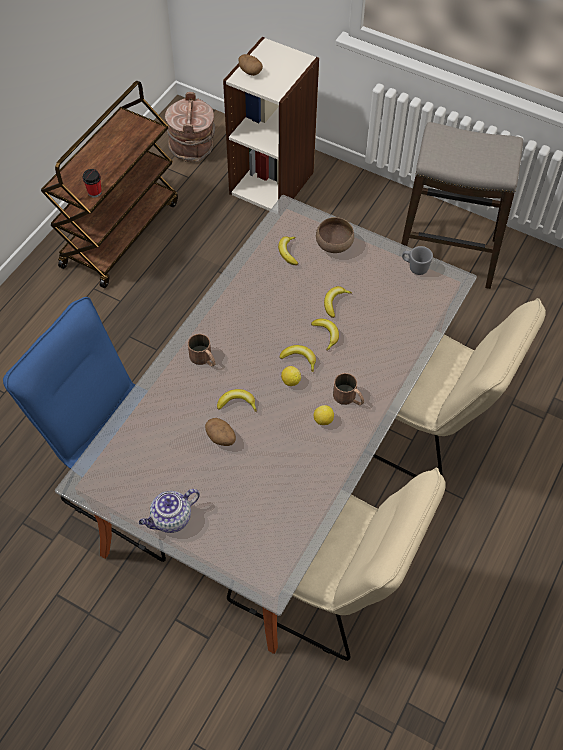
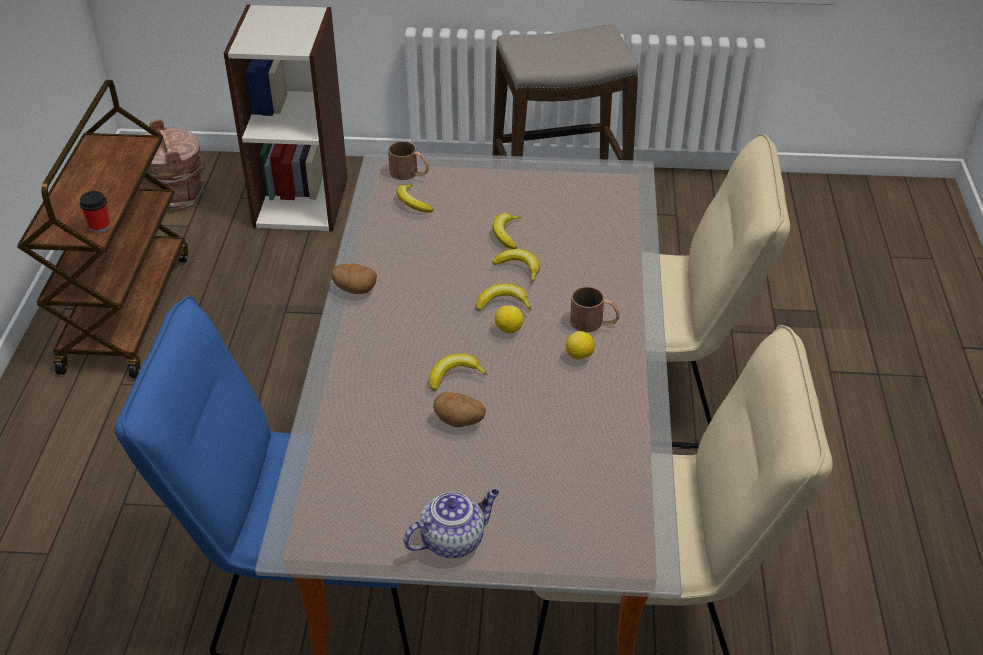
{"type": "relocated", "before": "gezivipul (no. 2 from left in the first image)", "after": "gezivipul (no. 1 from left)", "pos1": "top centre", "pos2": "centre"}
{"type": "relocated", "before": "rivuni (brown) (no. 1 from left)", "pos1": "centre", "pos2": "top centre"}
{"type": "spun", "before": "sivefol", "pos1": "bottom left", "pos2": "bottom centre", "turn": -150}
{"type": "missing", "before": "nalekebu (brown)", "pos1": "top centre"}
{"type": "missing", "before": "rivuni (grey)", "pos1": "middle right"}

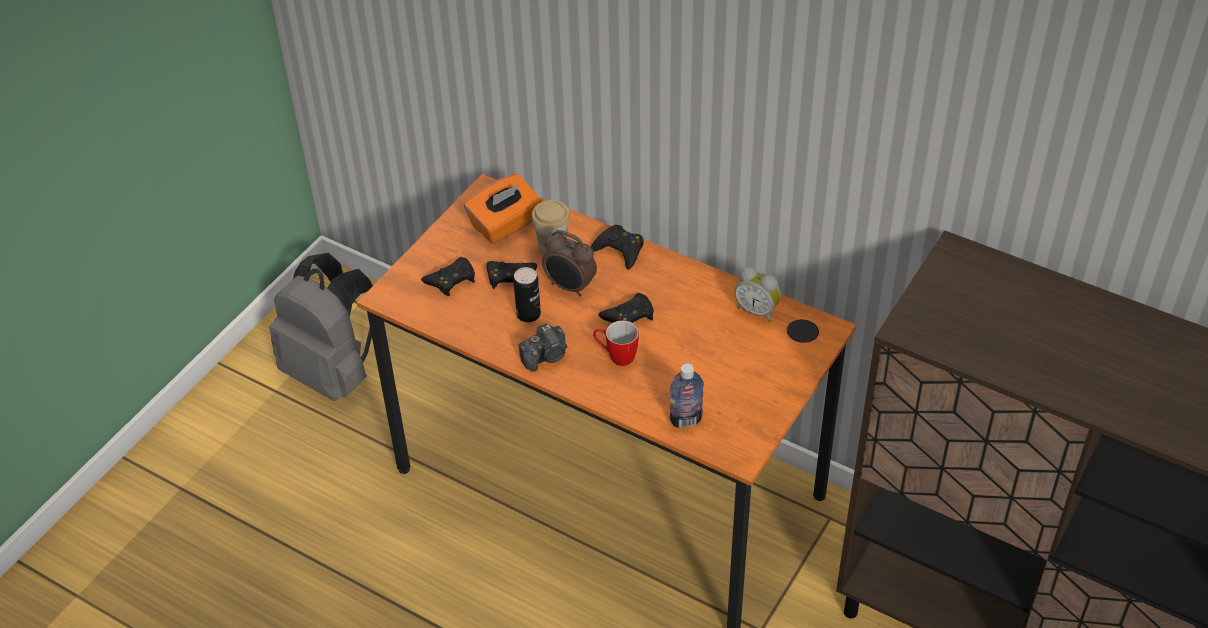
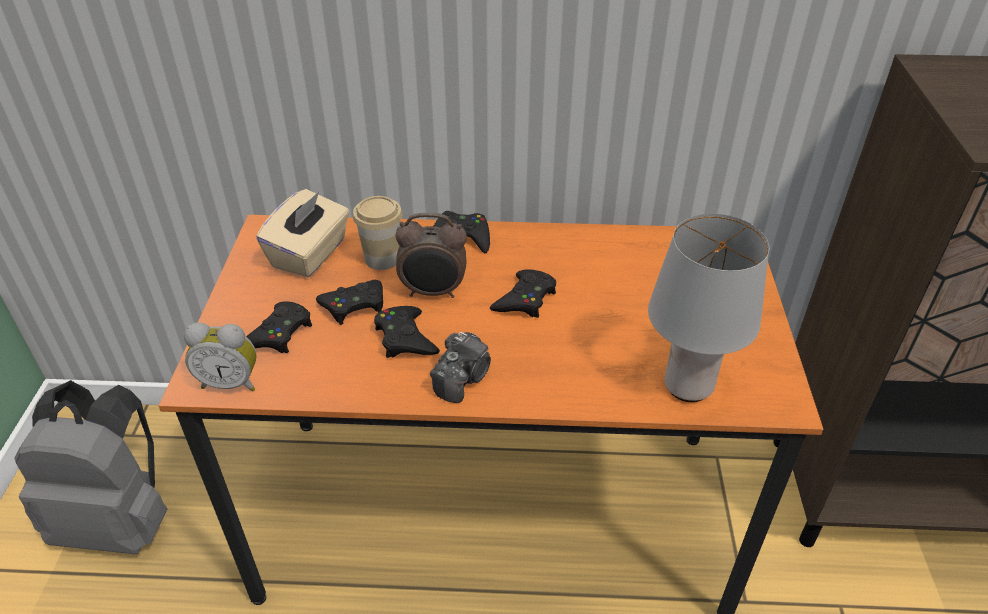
{"type": "relocated", "before": "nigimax (no. 2 from left in the first image)", "after": "nigimax (no. 1 from left)", "pos1": "centre", "pos2": "middle left"}
{"type": "colour", "before": "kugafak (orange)", "after": "kugafak (beige)", "pos1": "top centre", "pos2": "middle left"}
{"type": "exchanged", "before": "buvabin", "after": "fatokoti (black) (no. 3 from left)", "pos1": "centre", "pos2": "centre"}
{"type": "exchanged", "before": "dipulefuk", "after": "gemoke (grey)", "pos1": "centre", "pos2": "middle right"}
{"type": "missing", "before": "rivuni", "pos1": "centre"}

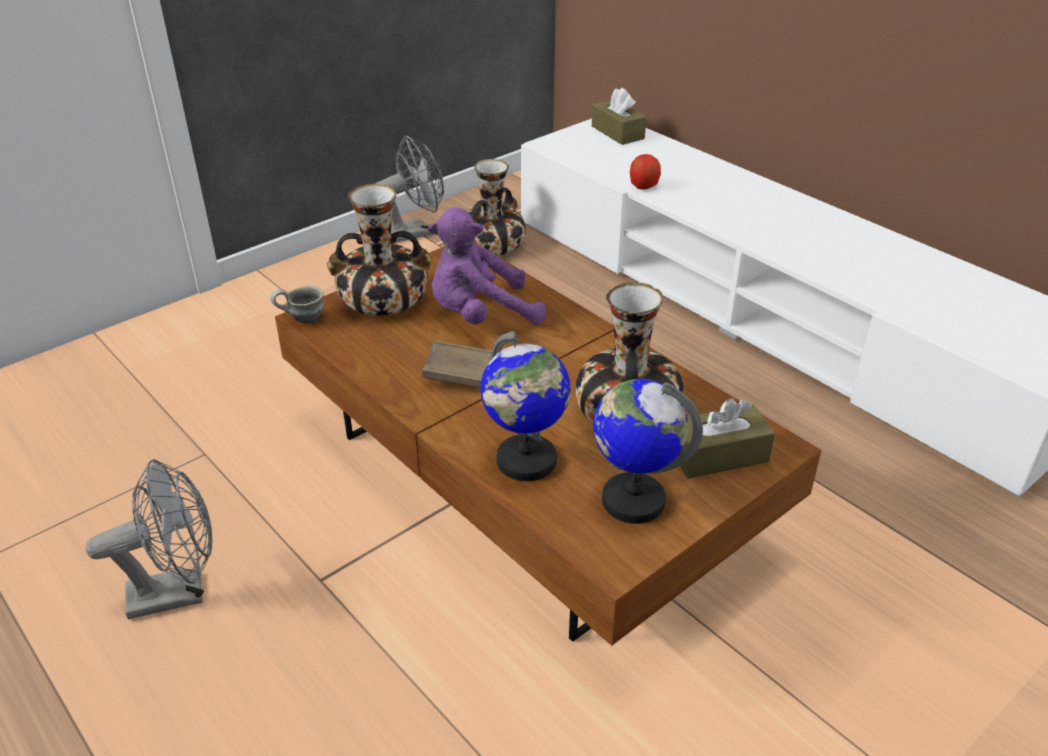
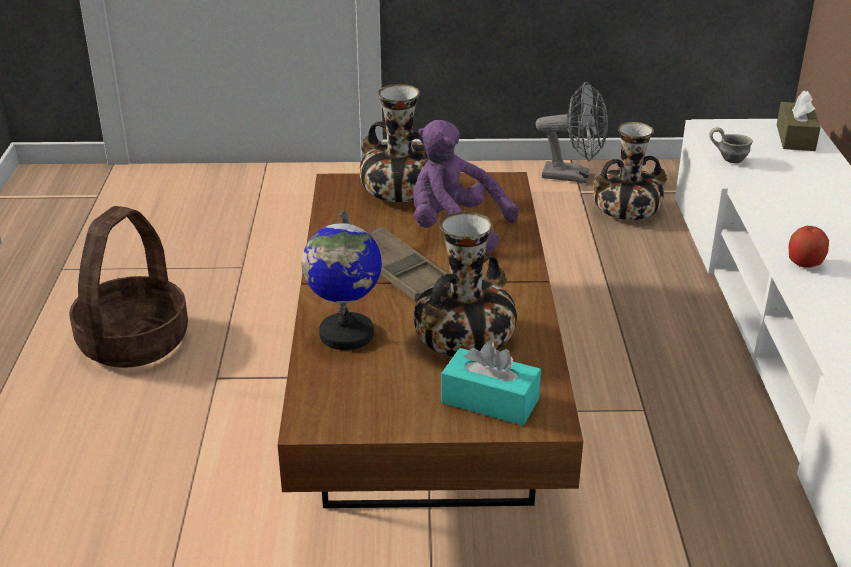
{"type": "exchanged", "before": "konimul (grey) (no. 1 from left)", "after": "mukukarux", "pos1": "bottom left", "pos2": "middle left"}
{"type": "colour", "before": "kugafak (brown) (no. 2 from left)", "after": "kugafak (turquoise)", "pos1": "middle right", "pos2": "bottom centre"}
{"type": "relocated", "before": "rivuni (grey)", "pos1": "middle left", "pos2": "top right"}
{"type": "relocated", "before": "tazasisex", "pos1": "top centre", "pos2": "middle right"}
{"type": "missing", "before": "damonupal (no. 2 from left)", "pos1": "centre"}

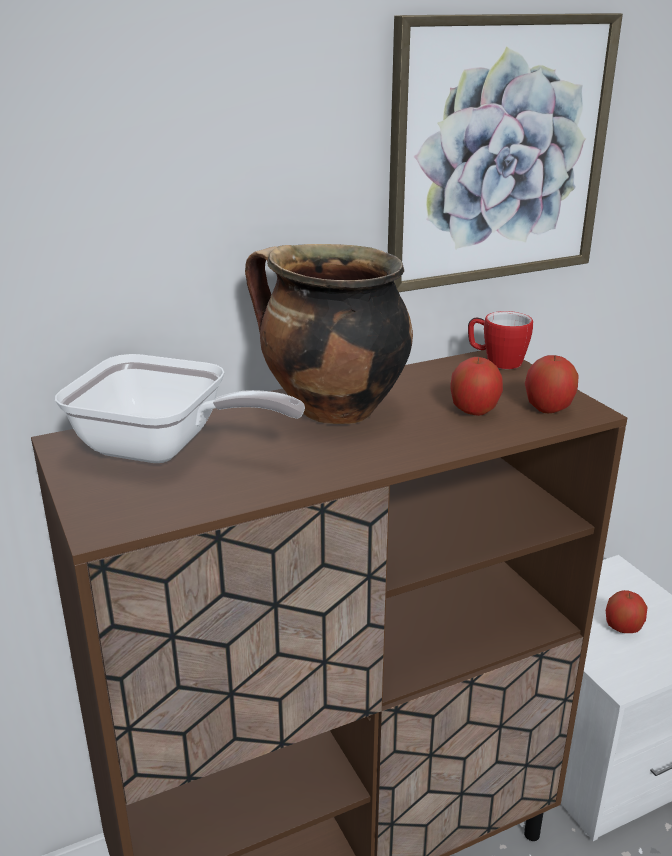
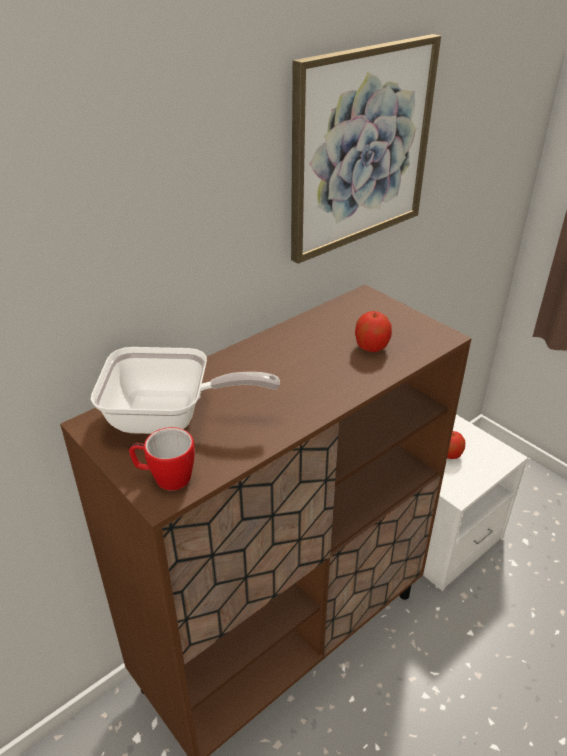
{"type": "relocated", "before": "rivuni", "pos1": "middle right", "pos2": "middle left"}
{"type": "missing", "before": "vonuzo", "pos1": "centre"}
{"type": "missing", "before": "tazasisex (no. 2 from left)", "pos1": "middle right"}

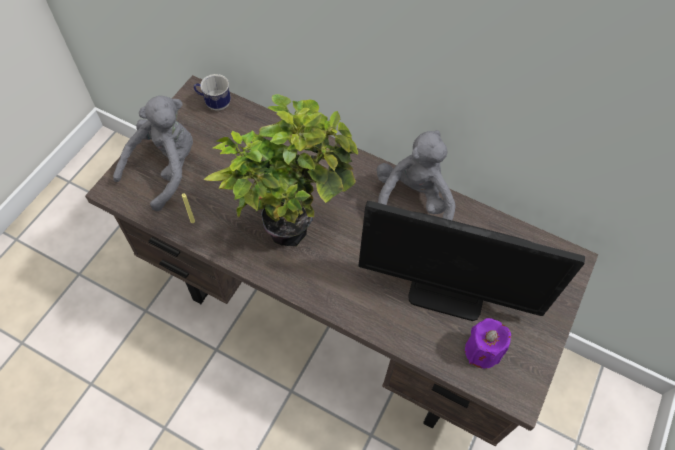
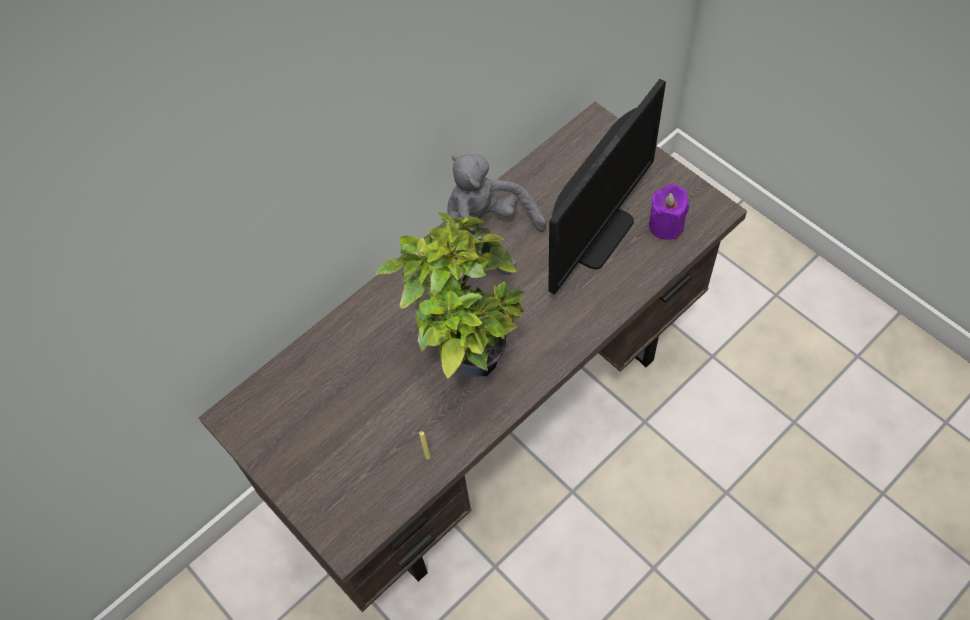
{"type": "missing", "before": "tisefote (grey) (no. 1 from left)", "pos1": "middle left"}
{"type": "missing", "before": "rivuni", "pos1": "top left"}

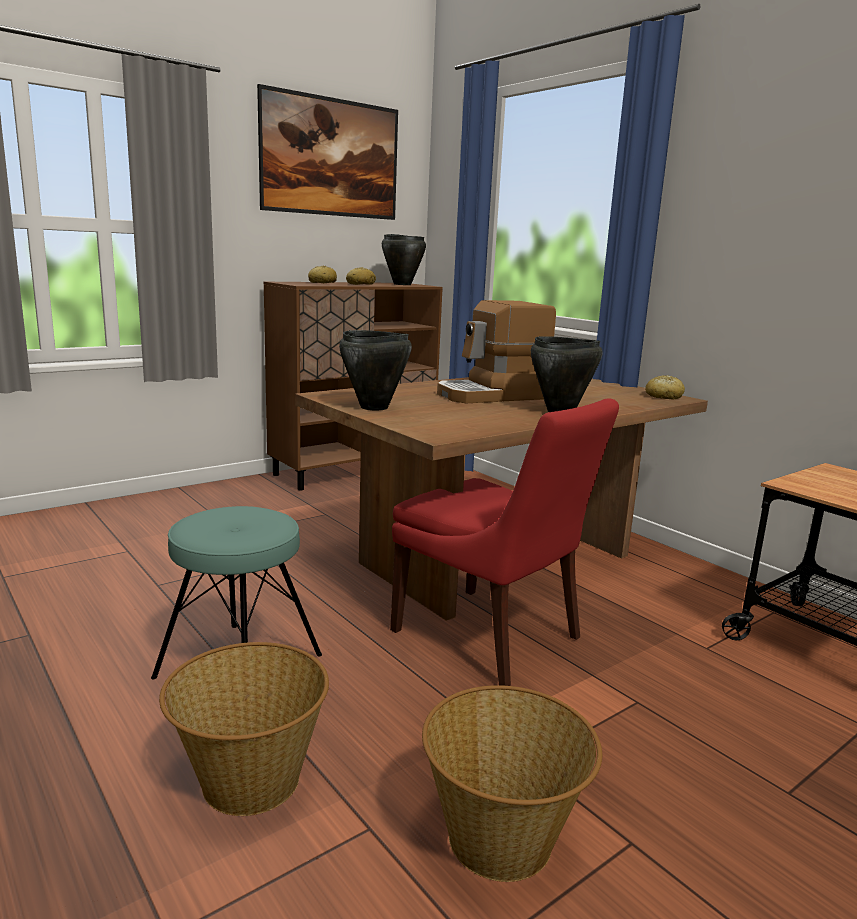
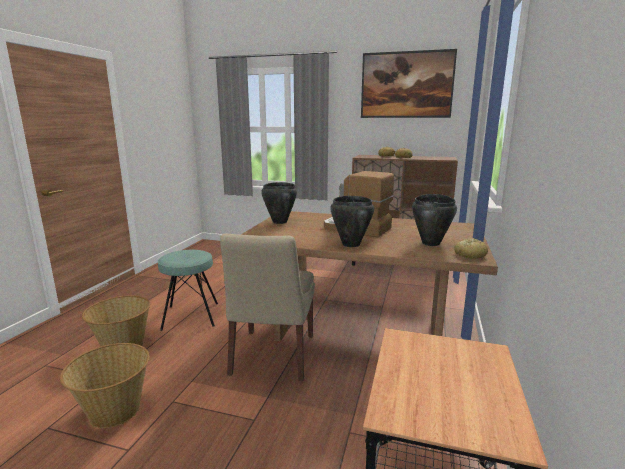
{"type": "colour", "before": "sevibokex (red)", "after": "sevibokex (beige)", "pos1": "centre", "pos2": "centre"}
{"type": "relocated", "before": "vonuzo (black) (no. 2 from left in the first image)", "after": "vonuzo (black) (no. 3 from left)", "pos1": "top centre", "pos2": "middle right"}

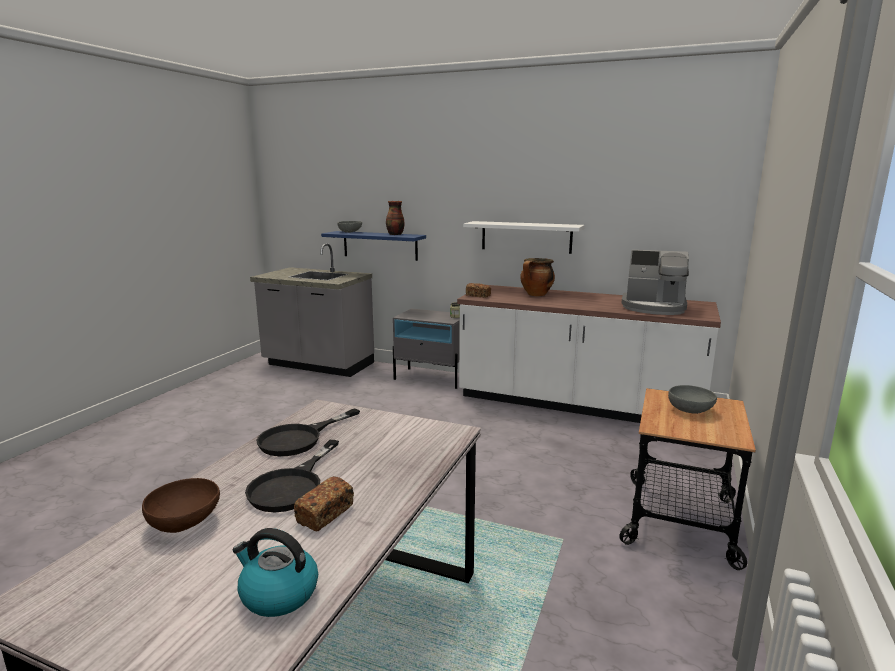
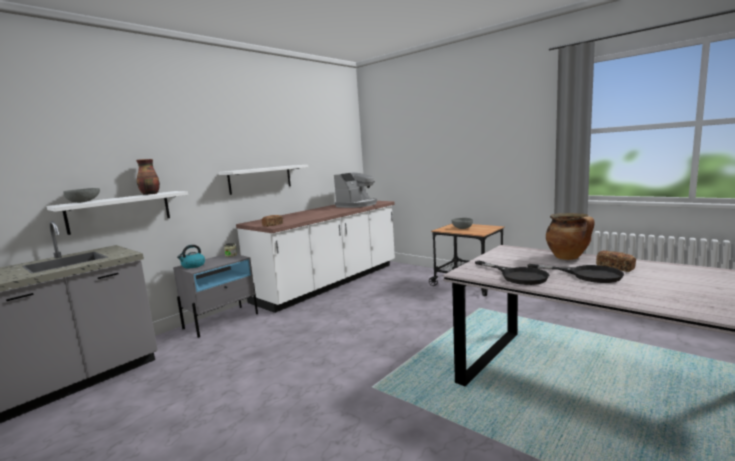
{"type": "colour", "before": "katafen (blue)", "after": "katafen (white) (no. 1 from left)", "pos1": "centre", "pos2": "middle left"}
{"type": "relocated", "before": "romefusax", "pos1": "bottom left", "pos2": "middle left"}
{"type": "relocated", "before": "vonuzo", "pos1": "centre", "pos2": "middle right"}
{"type": "missing", "before": "nalekebu (brown)", "pos1": "bottom left"}

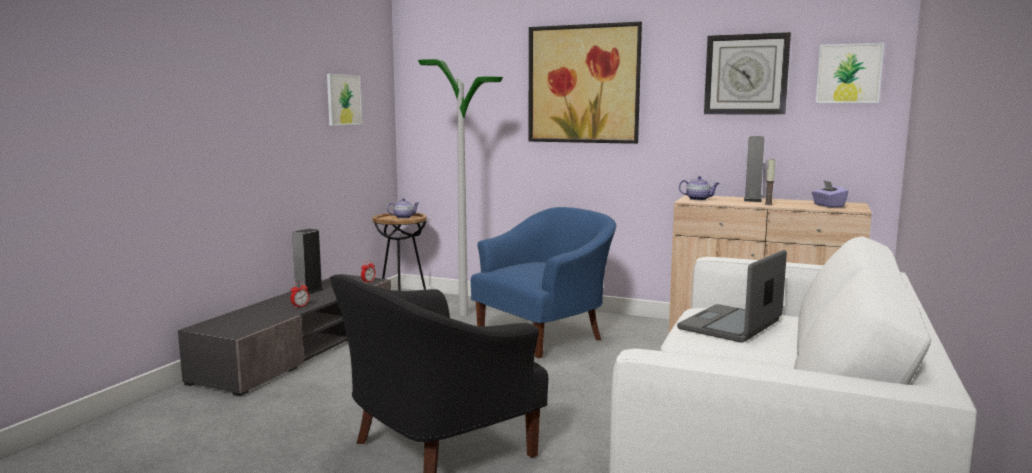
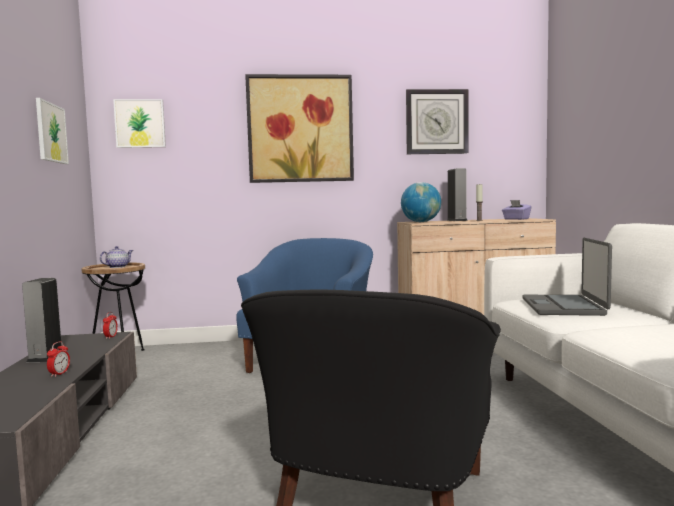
{"type": "relocated", "before": "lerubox (no. 3 from left in the first image)", "after": "lerubox (no. 2 from left)", "pos1": "top right", "pos2": "top left"}
{"type": "exchanged", "before": "sivefol (no. 2 from left)", "after": "damonupal", "pos1": "middle right", "pos2": "centre"}
{"type": "missing", "before": "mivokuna", "pos1": "centre"}

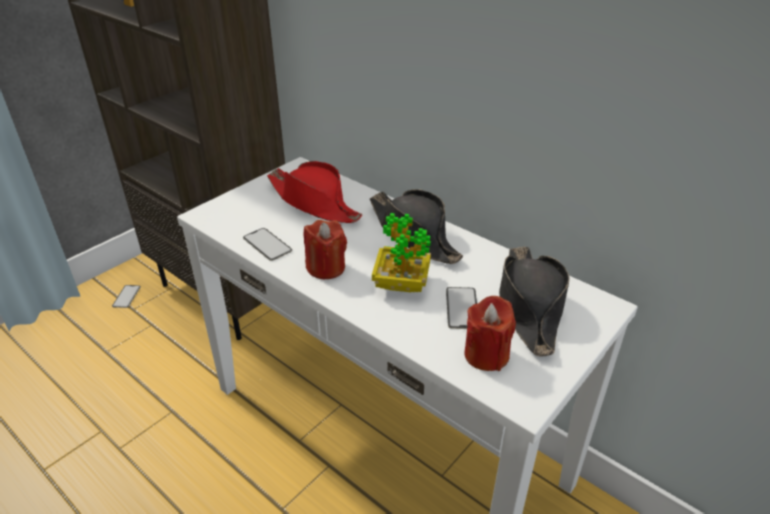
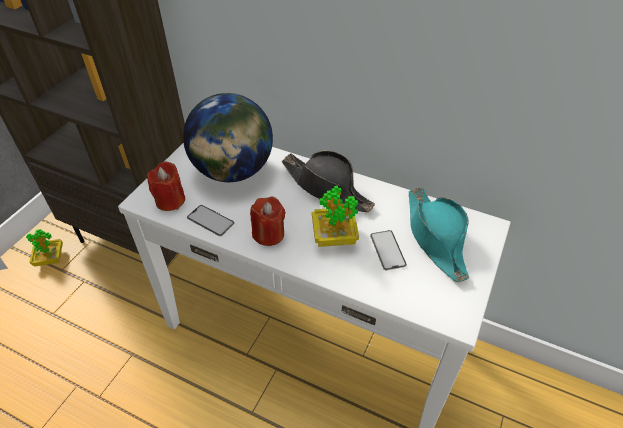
{"type": "exchanged", "before": "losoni (no. 1 from left)", "after": "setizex (no. 1 from left)", "pos1": "middle left", "pos2": "middle left"}
{"type": "relocated", "before": "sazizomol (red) (no. 2 from left in the first image)", "after": "sazizomol (red) (no. 1 from left)", "pos1": "centre", "pos2": "middle left"}
{"type": "exchanged", "before": "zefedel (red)", "after": "damonupal", "pos1": "centre", "pos2": "top centre"}
{"type": "colour", "before": "zefedel (black) (no. 2 from left)", "after": "zefedel (turquoise)", "pos1": "middle right", "pos2": "middle right"}

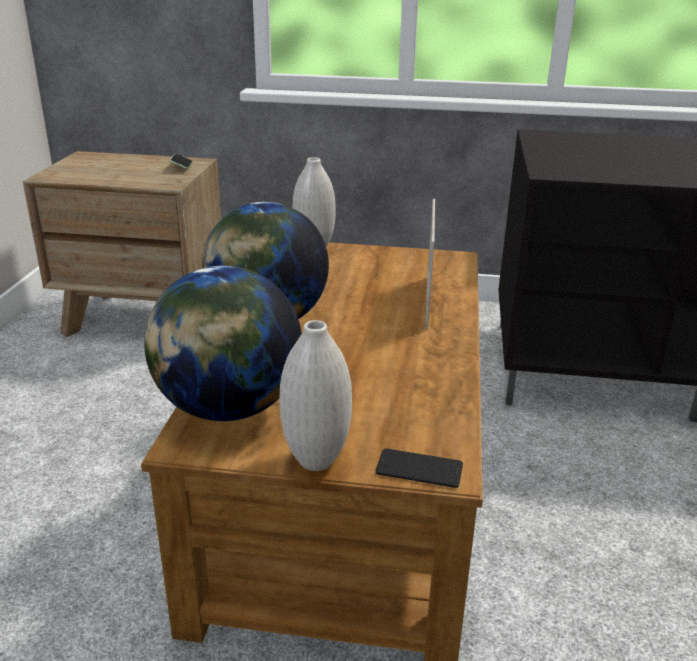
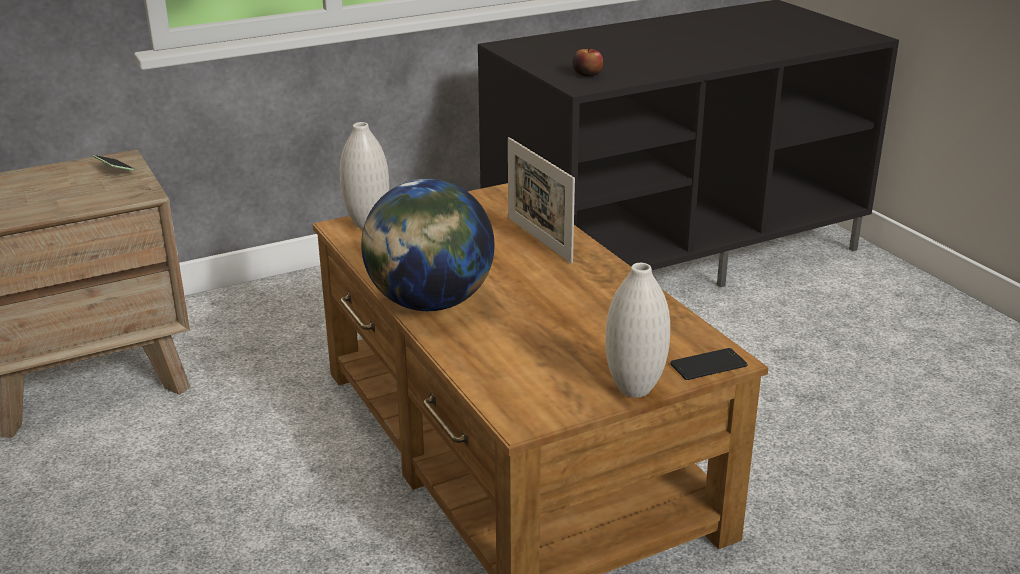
{"type": "appeared", "after": "tazasisex", "pos2": "top centre"}
{"type": "missing", "before": "damonupal (no. 1 from left)", "pos1": "middle left"}

